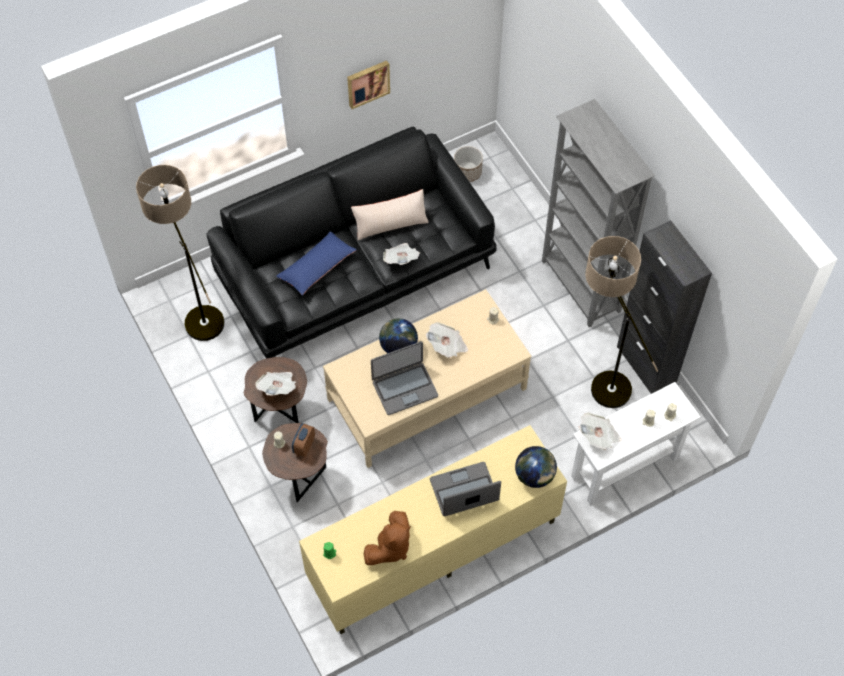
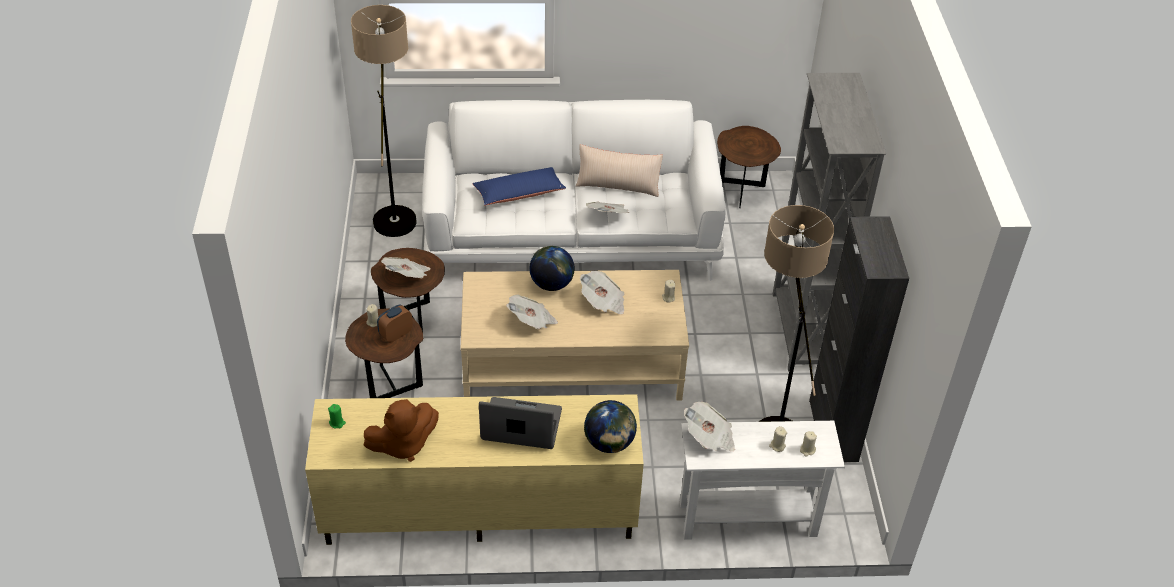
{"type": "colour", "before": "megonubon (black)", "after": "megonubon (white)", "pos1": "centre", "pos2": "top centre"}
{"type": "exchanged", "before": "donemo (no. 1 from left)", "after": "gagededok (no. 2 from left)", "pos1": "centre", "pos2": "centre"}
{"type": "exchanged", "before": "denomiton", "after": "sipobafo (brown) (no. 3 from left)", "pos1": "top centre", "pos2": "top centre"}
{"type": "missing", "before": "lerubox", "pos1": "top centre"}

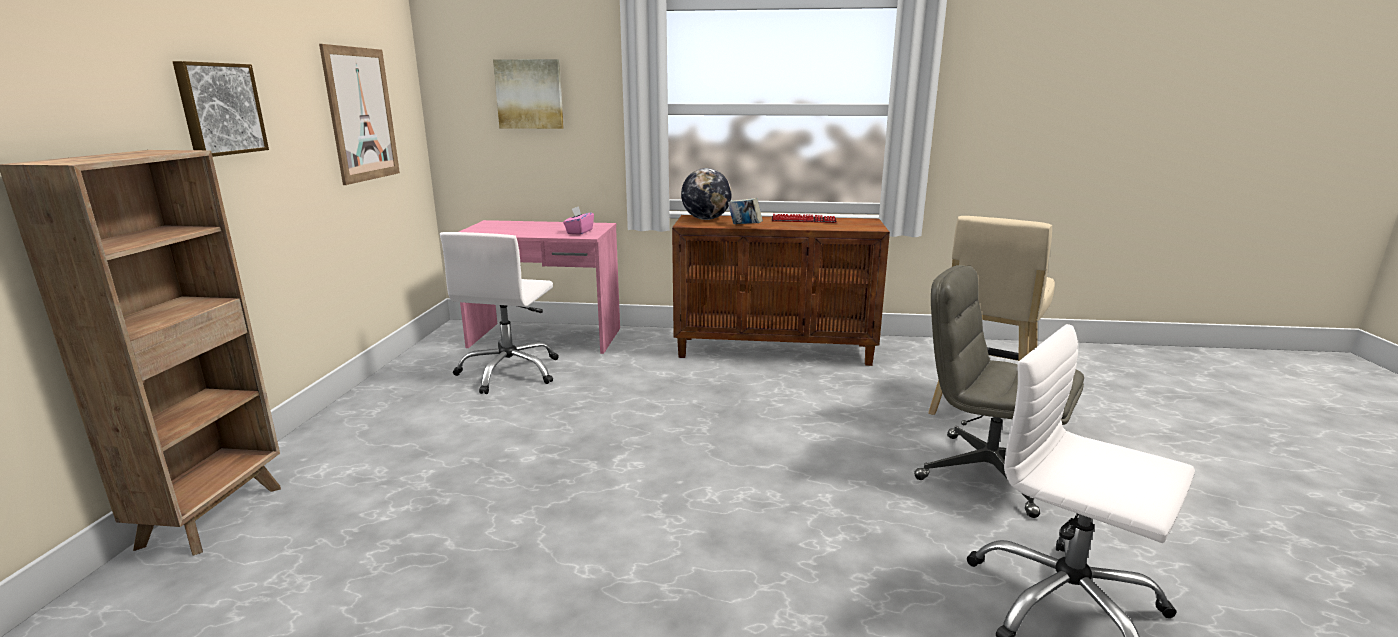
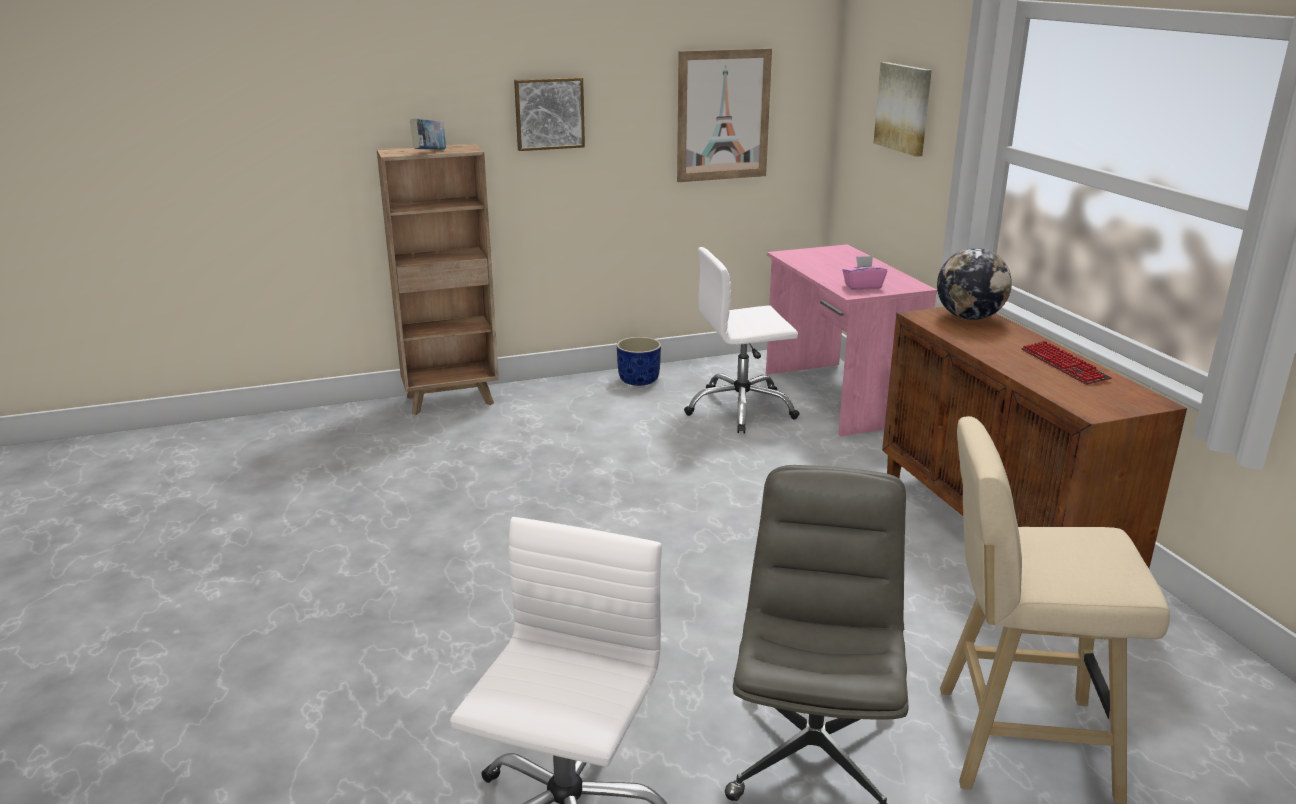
{"type": "relocated", "before": "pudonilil", "pos1": "top centre", "pos2": "top left"}
{"type": "appeared", "after": "denomiton (blue)", "pos2": "centre"}

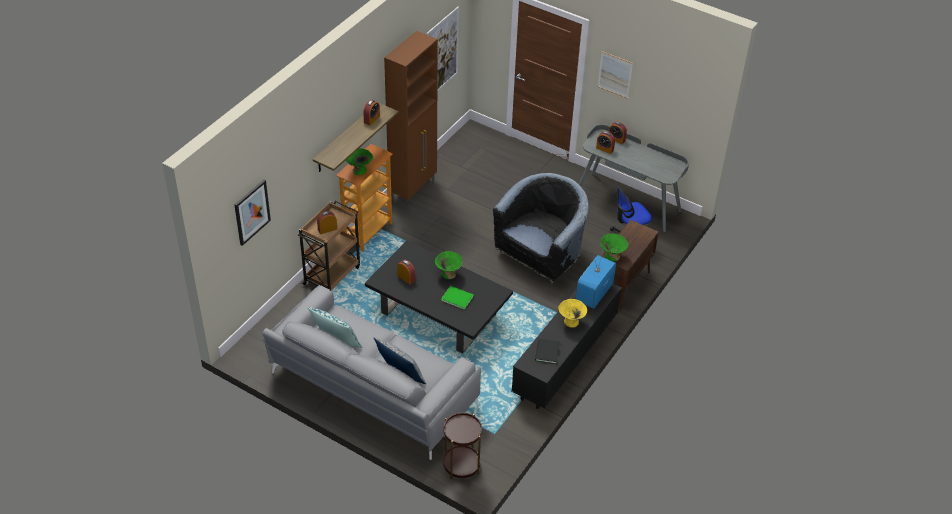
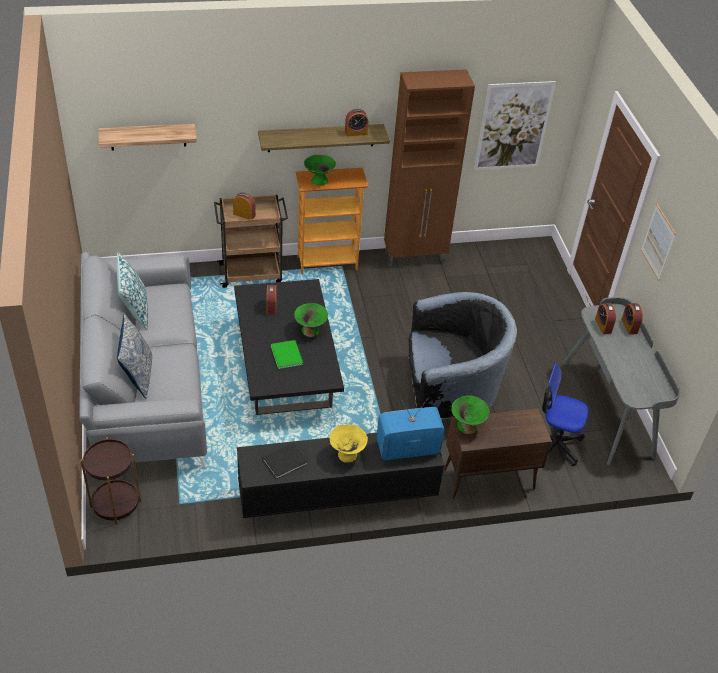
{"type": "exchanged", "before": "lerubox (no. 1 from left)", "after": "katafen (no. 1 from left)", "pos1": "middle left", "pos2": "top left"}

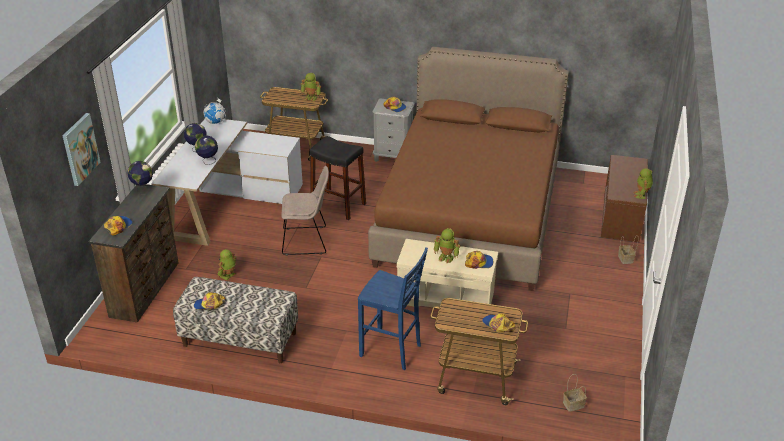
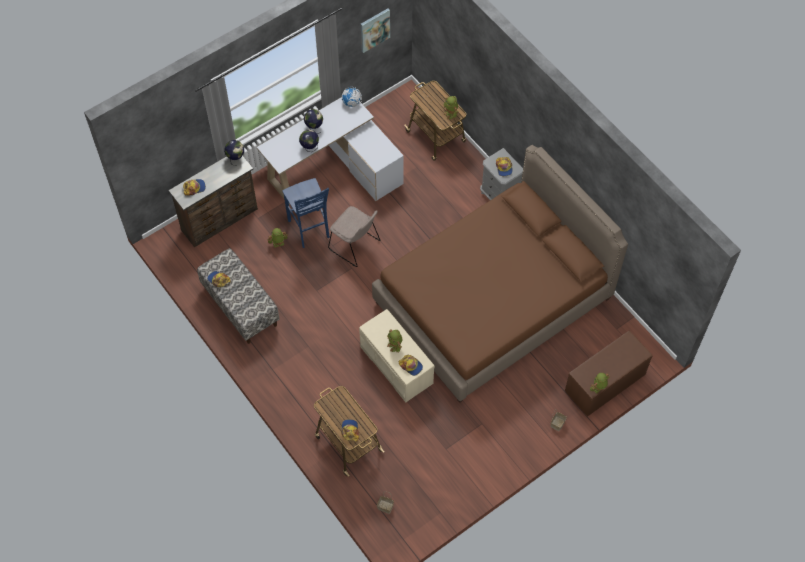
{"type": "relocated", "before": "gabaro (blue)", "pos1": "bottom centre", "pos2": "centre"}
{"type": "relocated", "before": "lerubox", "pos1": "middle left", "pos2": "top centre"}
{"type": "missing", "before": "gabaro (black)", "pos1": "centre"}

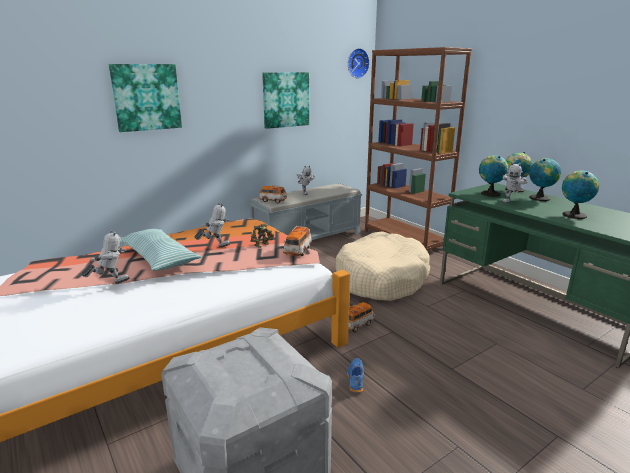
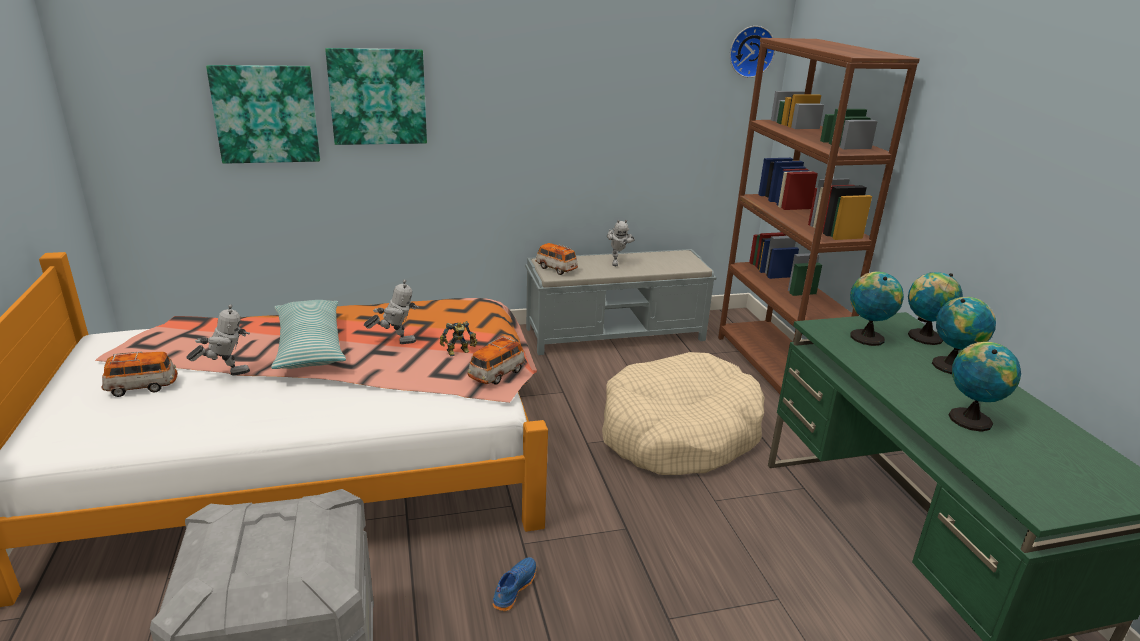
{"type": "relocated", "before": "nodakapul (no. 3 from left in the first image)", "after": "nodakapul (no. 1 from left)", "pos1": "bottom centre", "pos2": "middle left"}
{"type": "relocated", "before": "lerubox (no. 2 from left in the first image)", "after": "lerubox (no. 1 from left)", "pos1": "top centre", "pos2": "top left"}
{"type": "missing", "before": "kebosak (no. 5 from left)", "pos1": "middle right"}

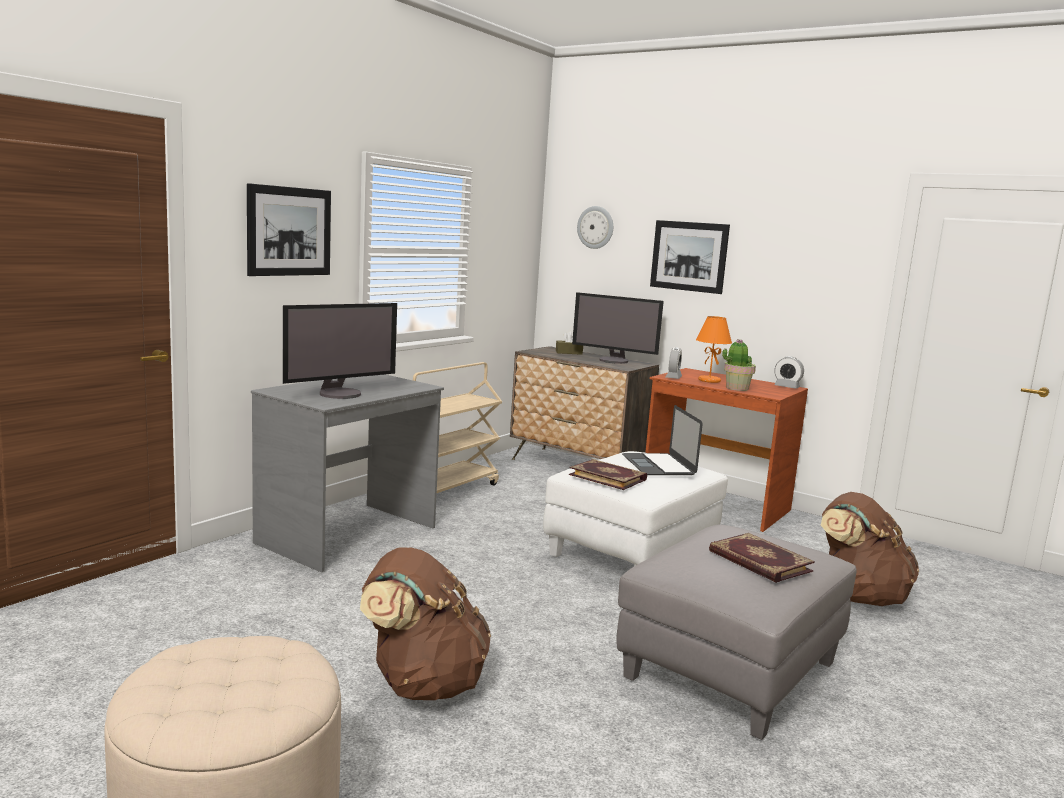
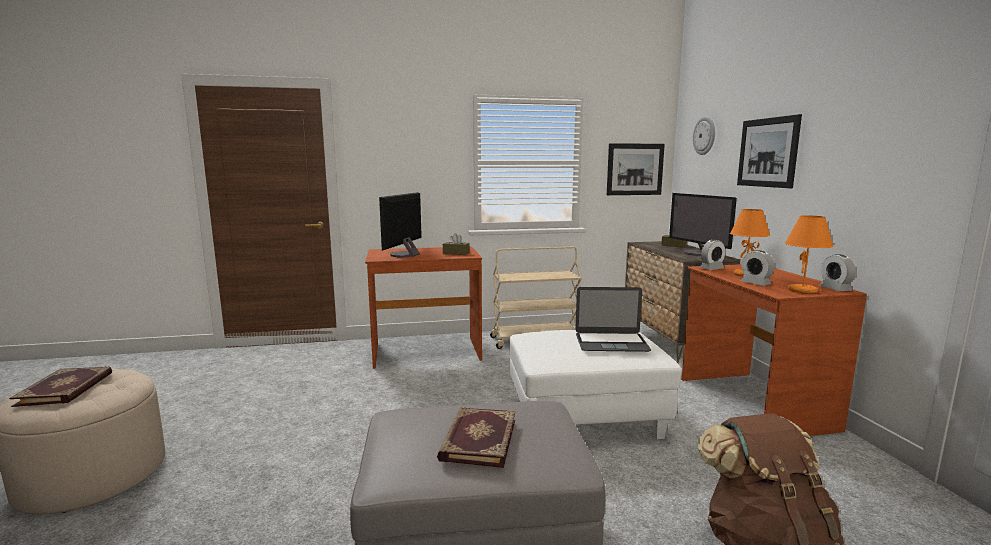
{"type": "relocated", "before": "pudonilil (no. 1 from left)", "pos1": "centre", "pos2": "bottom left"}
{"type": "colour", "before": "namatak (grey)", "after": "namatak (brown) (no. 1 from left)", "pos1": "middle left", "pos2": "centre"}
{"type": "spun", "before": "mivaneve (no. 1 from left)", "pos1": "middle left", "pos2": "centre", "turn": 105}
{"type": "appeared", "after": "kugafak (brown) (no. 1 from left)", "pos2": "centre"}
{"type": "spun", "before": "donemo", "pos1": "centre", "pos2": "centre", "turn": -120}
{"type": "relocated", "before": "lerubox (no. 1 from left)", "pos1": "top left", "pos2": "top centre"}
{"type": "exchanged", "before": "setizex", "after": "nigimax (no. 2 from left)", "pos1": "middle right", "pos2": "middle right"}
{"type": "appeared", "after": "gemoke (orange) (no. 2 from left)", "pos2": "middle right"}
{"type": "missing", "before": "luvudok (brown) (no. 1 from left)", "pos1": "bottom centre"}

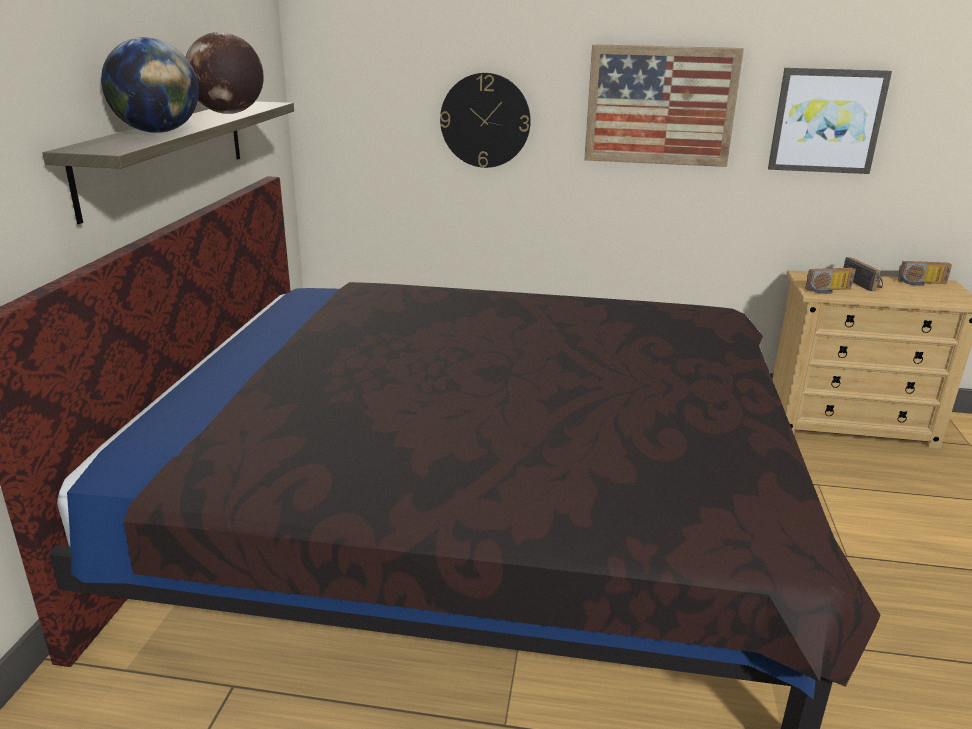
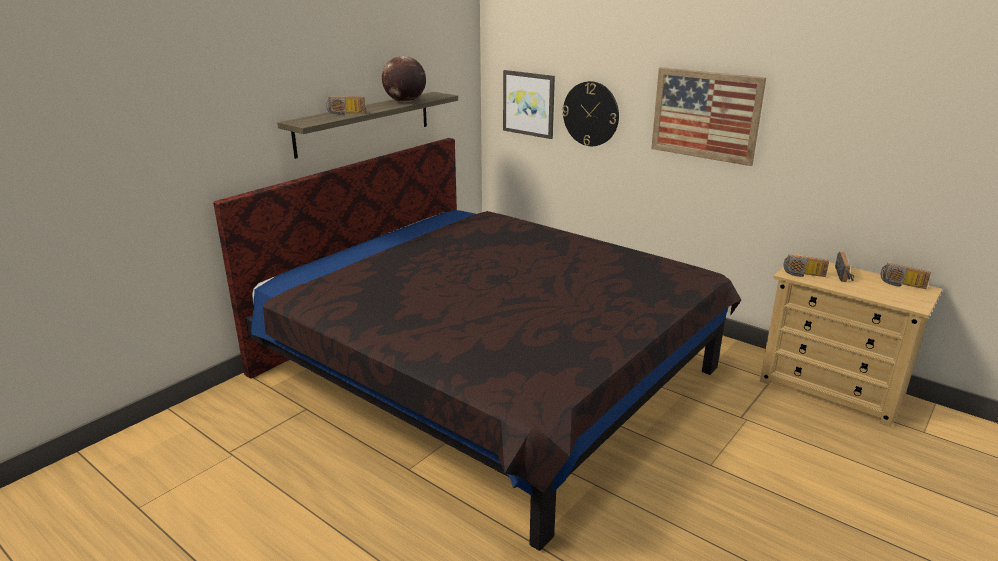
{"type": "exchanged", "before": "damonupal (no. 1 from left)", "after": "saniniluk (no. 1 from left)", "pos1": "top left", "pos2": "top centre"}
{"type": "relocated", "before": "lerubox (no. 2 from left in the first image)", "after": "lerubox (no. 1 from left)", "pos1": "top right", "pos2": "top centre"}

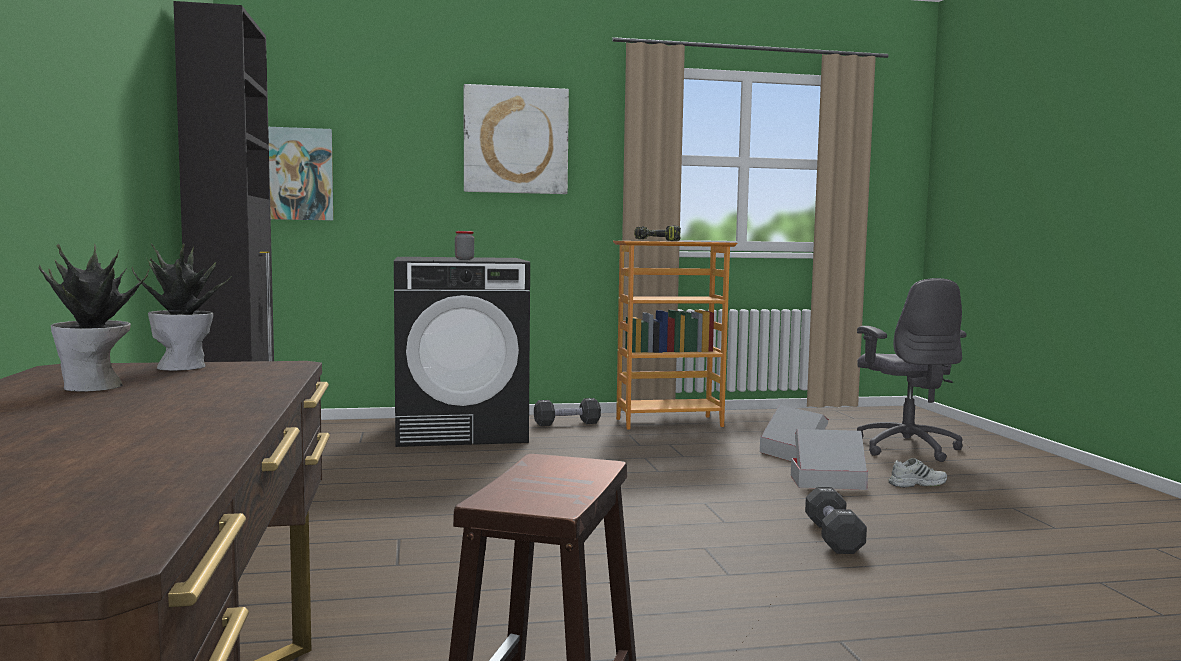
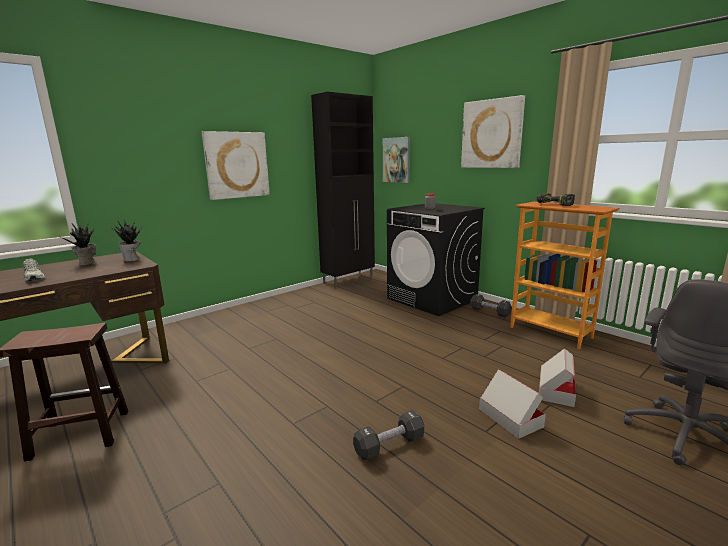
{"type": "relocated", "before": "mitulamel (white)", "pos1": "bottom right", "pos2": "middle left"}
{"type": "appeared", "after": "lerubox (no. 1 from left)", "pos2": "top left"}

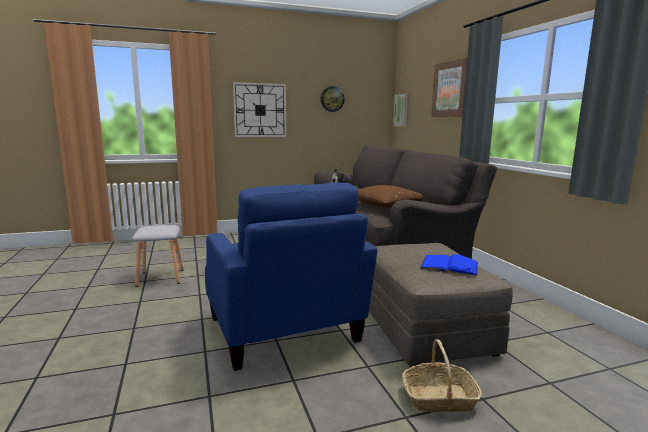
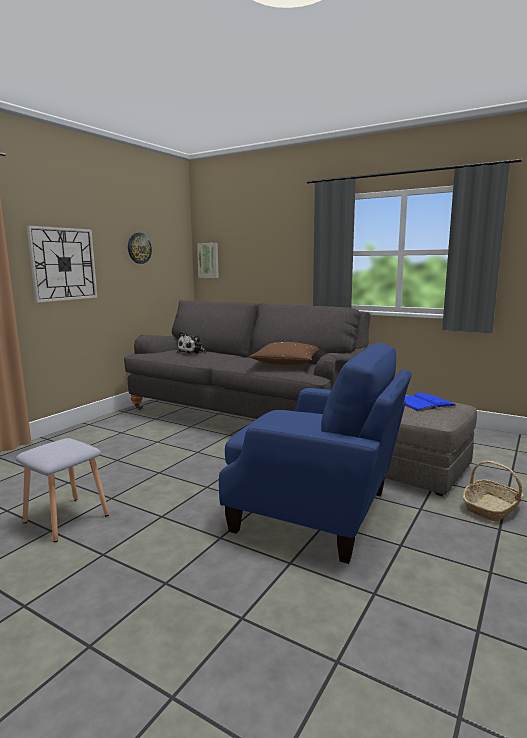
{"type": "missing", "before": "lerubox (no. 2 from left)", "pos1": "top right"}

